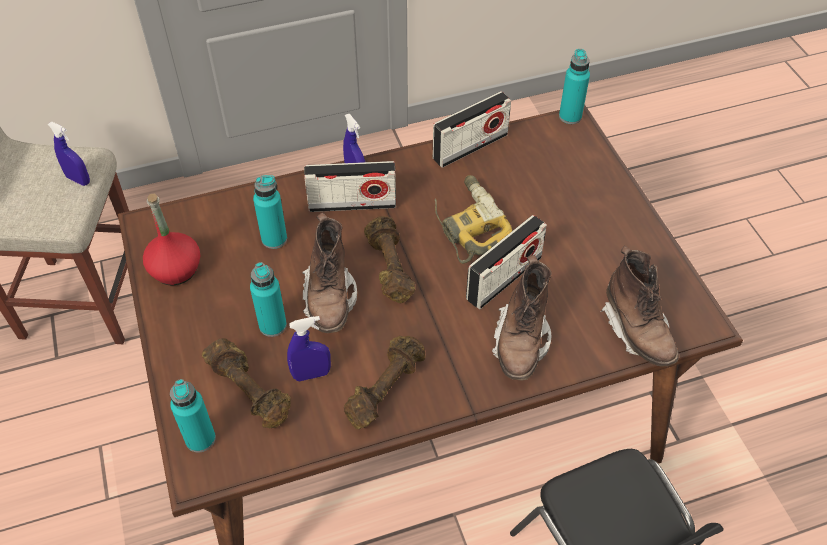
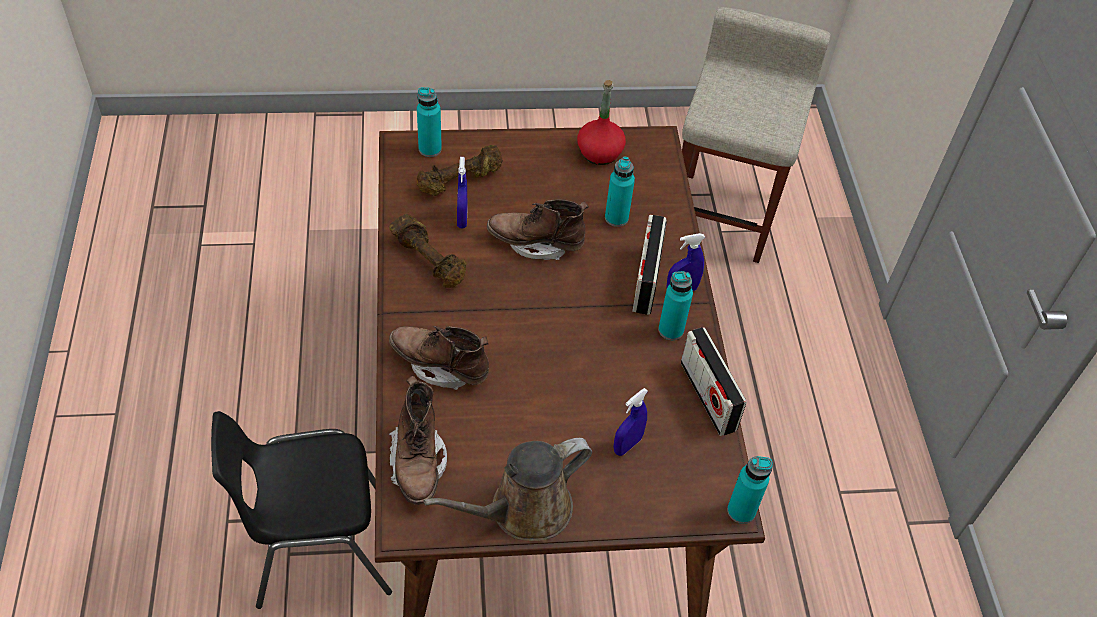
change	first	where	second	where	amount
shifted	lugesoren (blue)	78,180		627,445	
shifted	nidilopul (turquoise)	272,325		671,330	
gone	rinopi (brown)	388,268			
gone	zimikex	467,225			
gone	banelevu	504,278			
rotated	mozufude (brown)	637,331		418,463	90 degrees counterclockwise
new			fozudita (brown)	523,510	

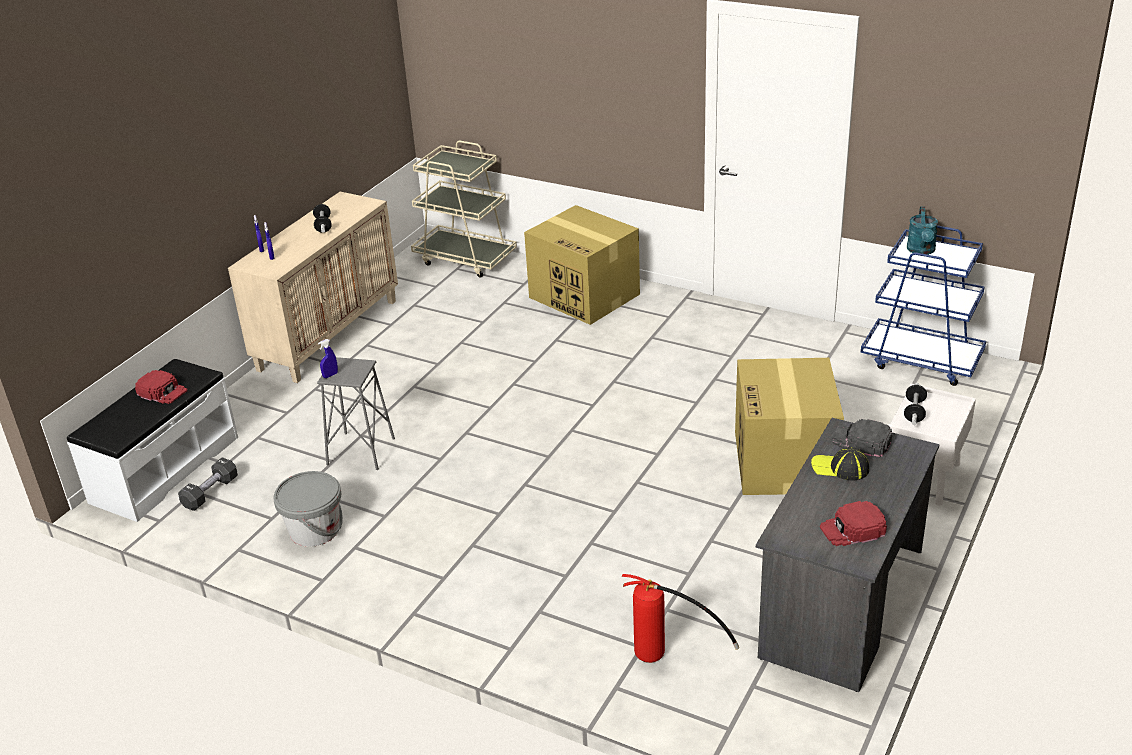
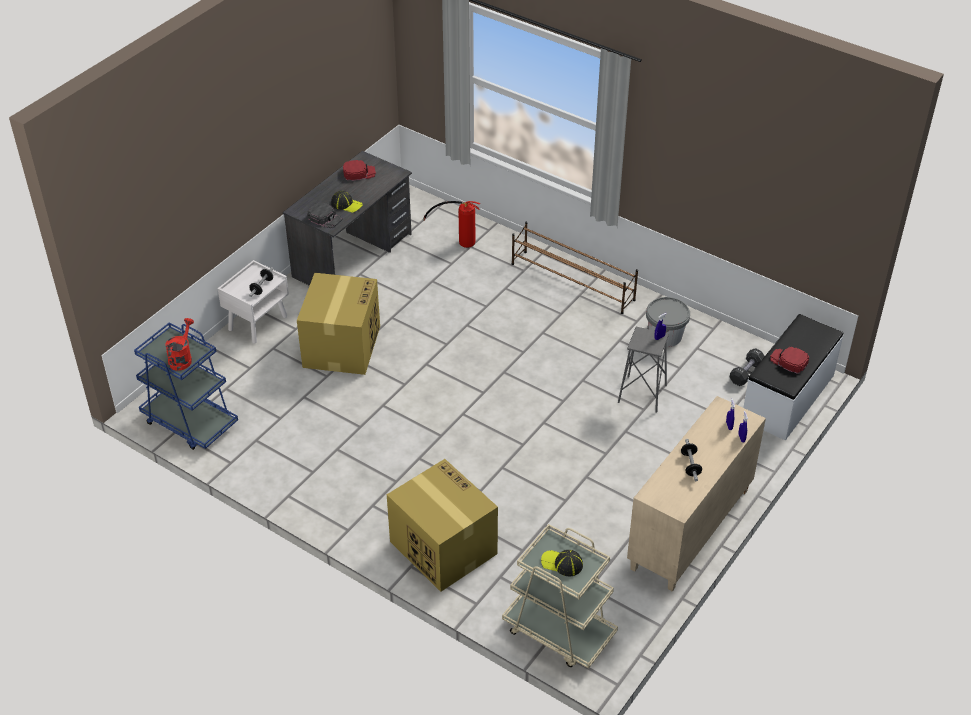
change	first	where	second	where	amount
repainted	fozudita (turquoise)	921,251	fozudita (red)	182,358	
new			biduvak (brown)	573,282	
new			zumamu	562,563	

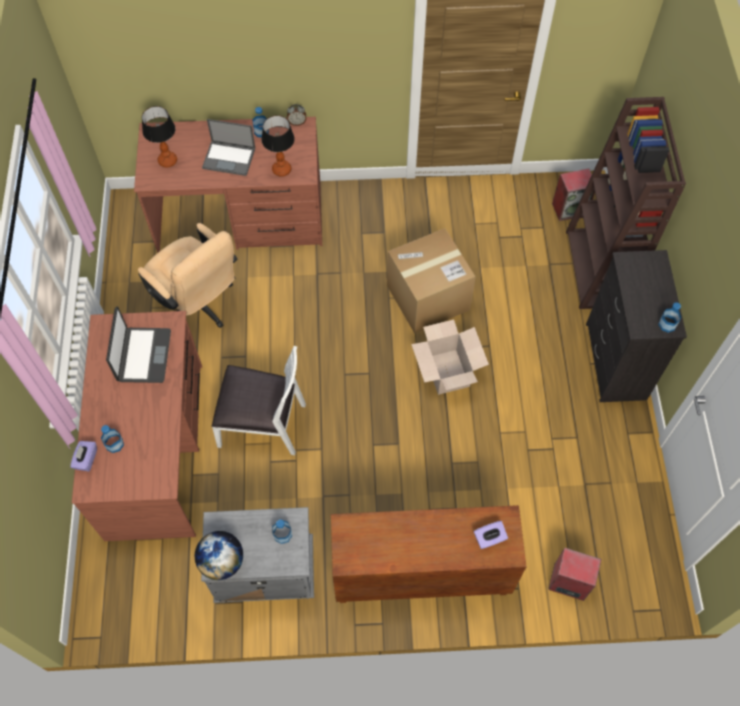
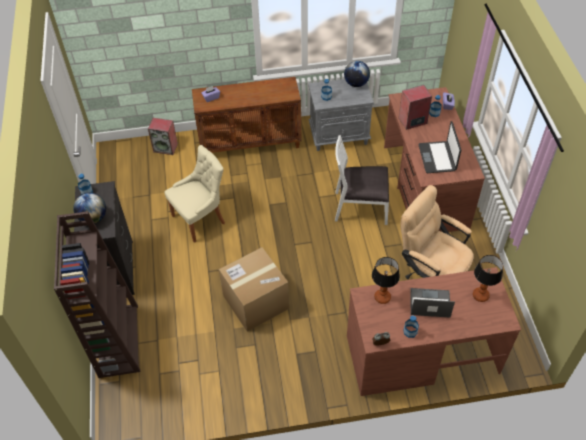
change	first	where	second	where	amount
gone	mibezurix	447,372			
shifted	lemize	569,208		412,121	
new			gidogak	93,218	
new			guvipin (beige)	200,219	

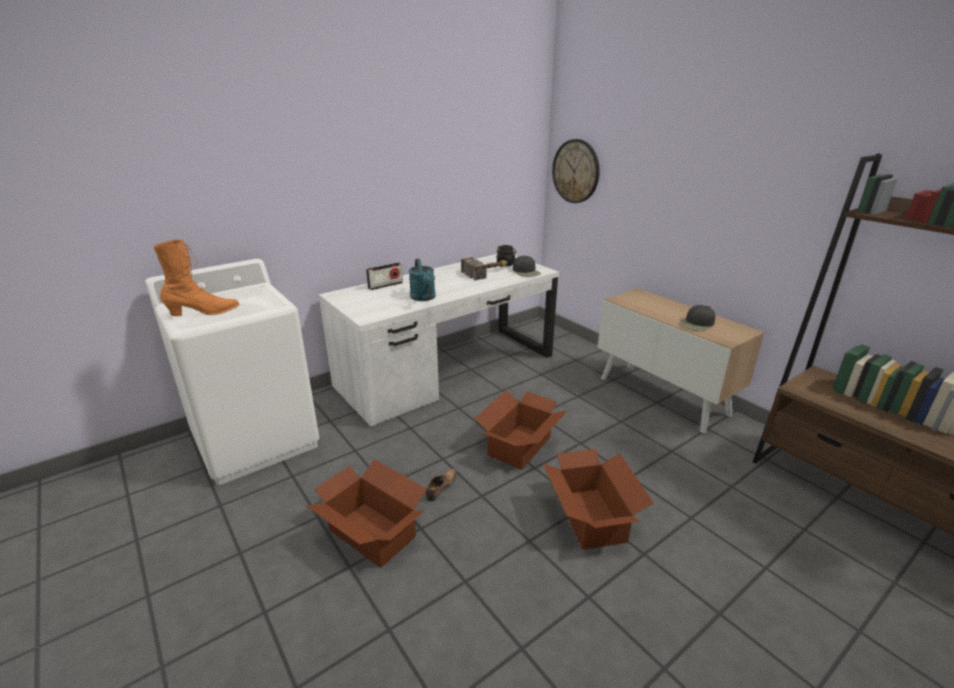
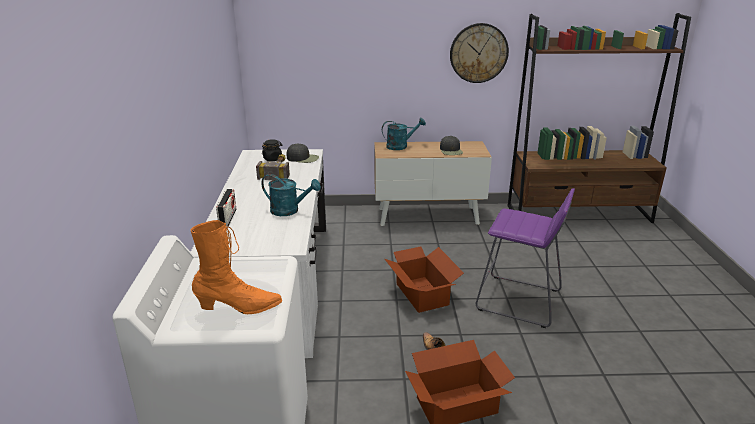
change	first	where	second	where	amount
rotated	mozufude (orange)	204,313		239,307	75 degrees clockwise
swapped	mibezurix	590,518	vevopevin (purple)	519,300	
shifted	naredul	576,171		478,53	
new			fozudita (turquoise)	400,146	

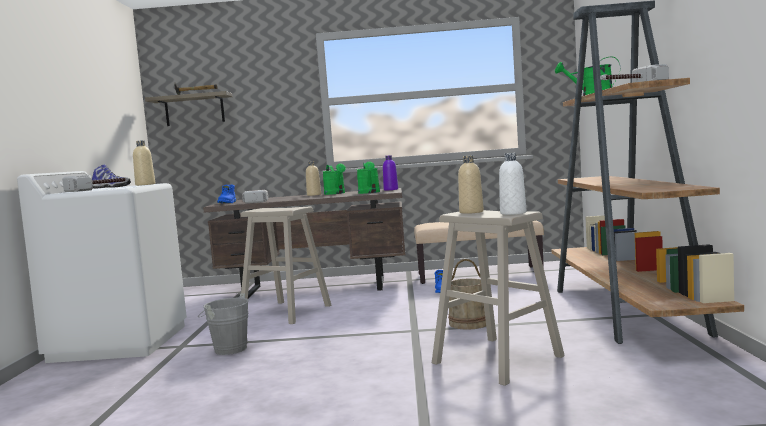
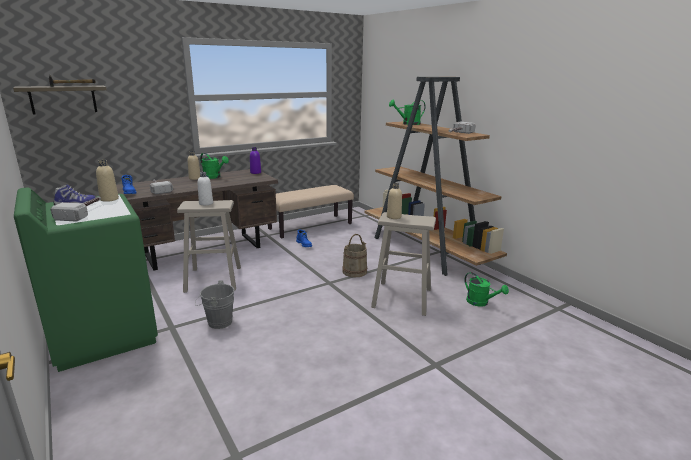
change	first	where	second	where	amount
repainted	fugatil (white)	120,342	fugatil (green)	103,334	
shifted	fozudita (green)	369,192		481,303	
shifted	nidilopul (white)	513,213		206,203	

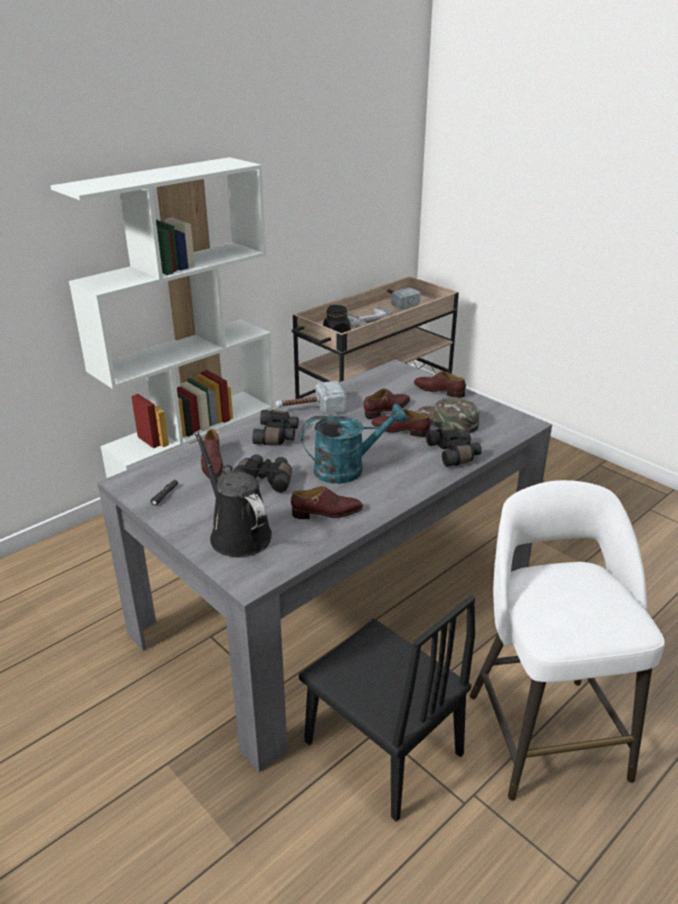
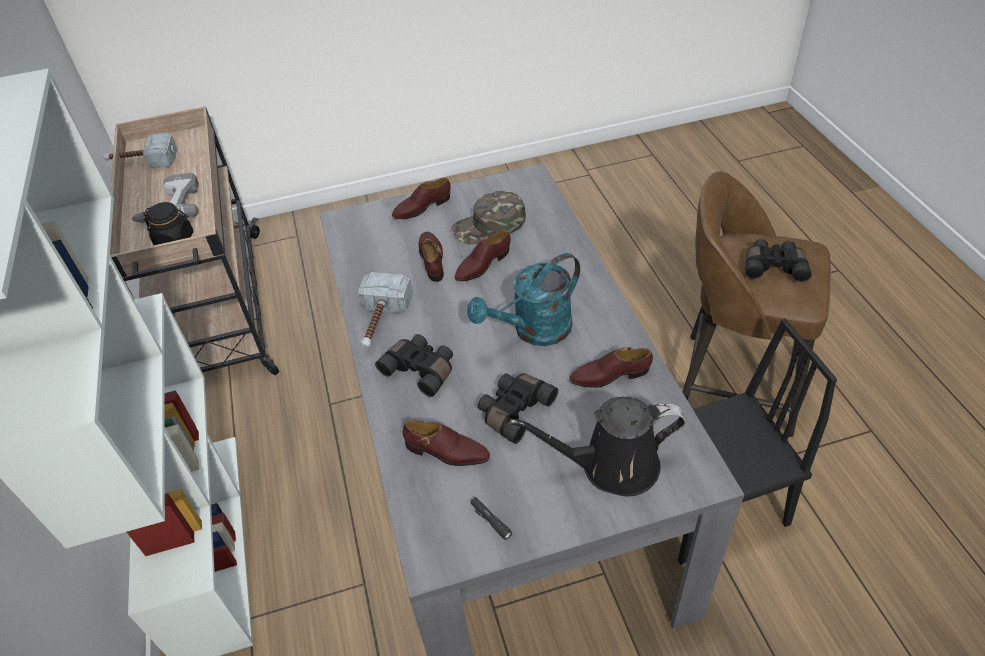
change	first	where	second	where	amount
rotated	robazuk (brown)	327,513		609,375	120 degrees counterclockwise
rotated	fozudita (turquoise)	348,469		534,331	135 degrees counterclockwise
shifted	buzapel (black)	454,453		774,267	
repainted	vevopevin (white)	545,731	vevopevin (brown)	733,382	

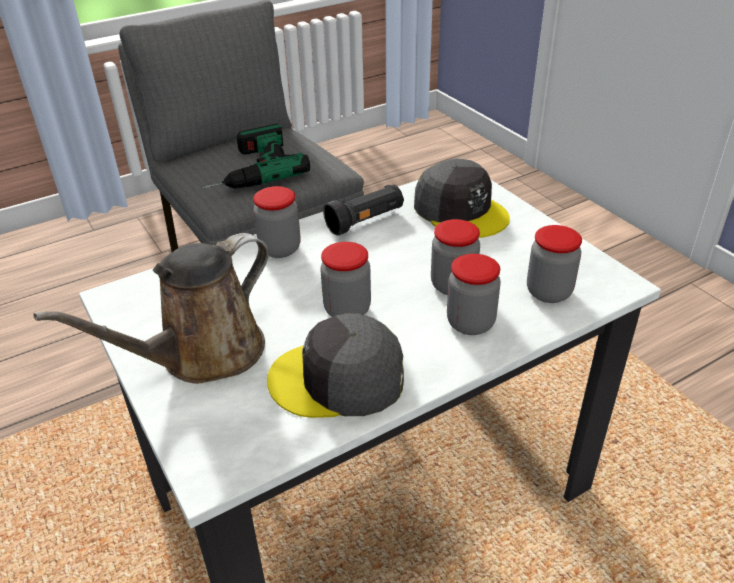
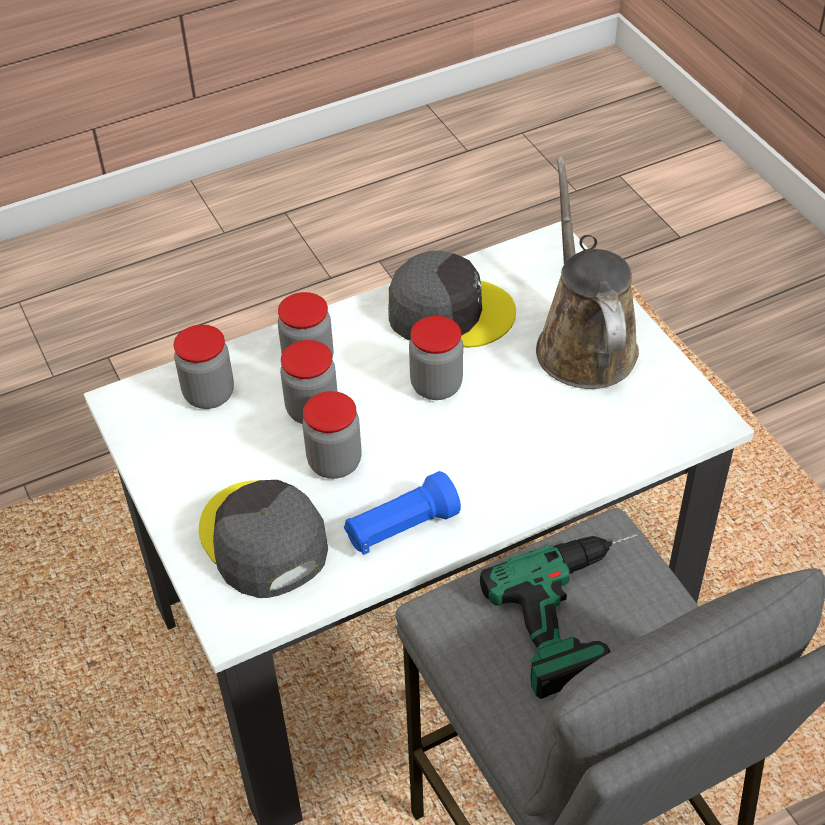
change	first	where	second	where	amount
rotated	fozudita (brown)	203,355		583,343	60 degrees counterclockwise
shifted	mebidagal	280,249		334,462	
repainted	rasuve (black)	365,221	rasuve (blue)	401,528	

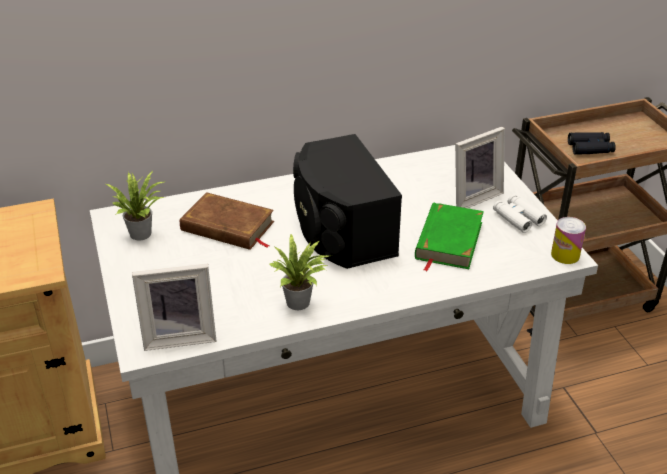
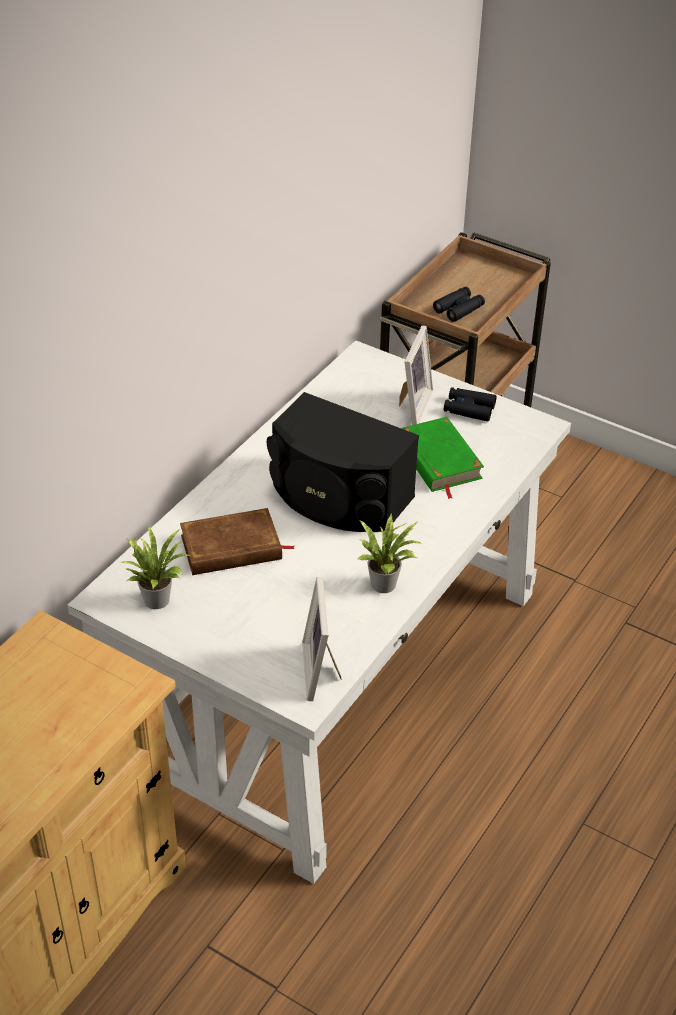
change	first	where	second	where	amount
rotated	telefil	179,336		322,671	135 degrees clockwise
repainted	buzapel (white)	518,218	buzapel (black)	469,409	
gone	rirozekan	565,255			

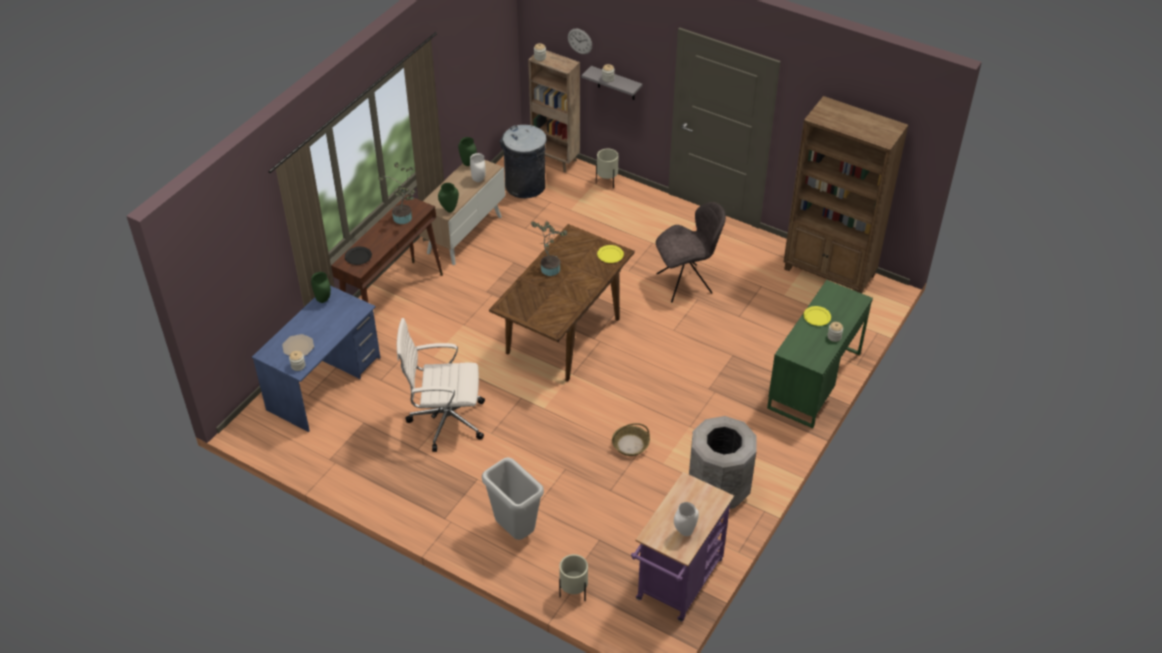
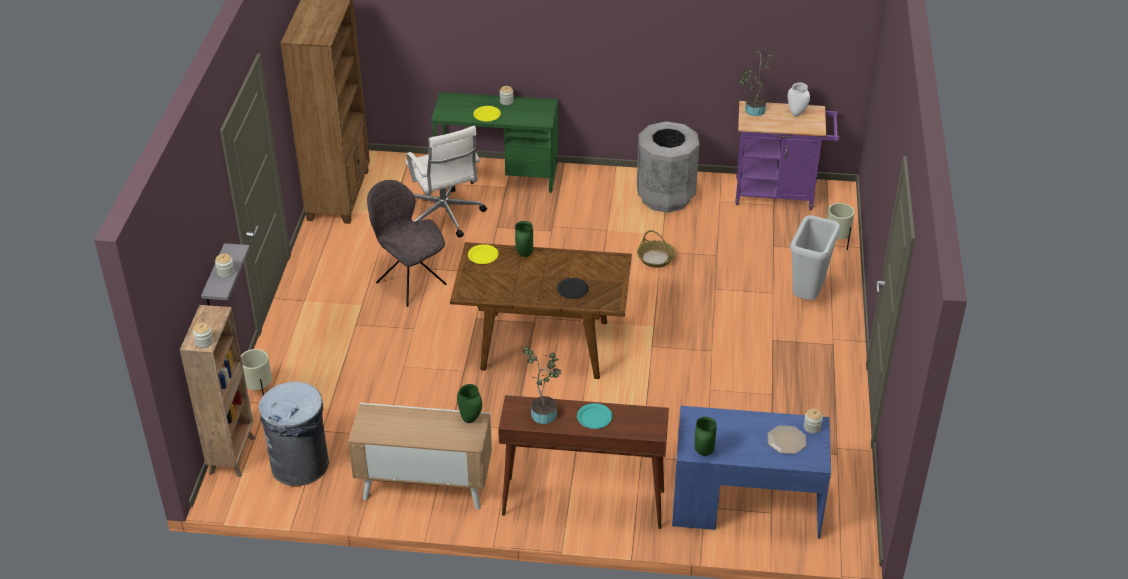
change	first	where	second	where	amount
shifted	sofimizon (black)	358,257		572,290	
shifted	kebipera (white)	445,420		445,216	
shifted	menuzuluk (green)	468,164		525,254	
gone	menuzuluk (white)	479,180			
shifted	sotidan	550,267		753,111	
gone	naredul	580,41			
new			sofimizon (turquoise)	594,417	

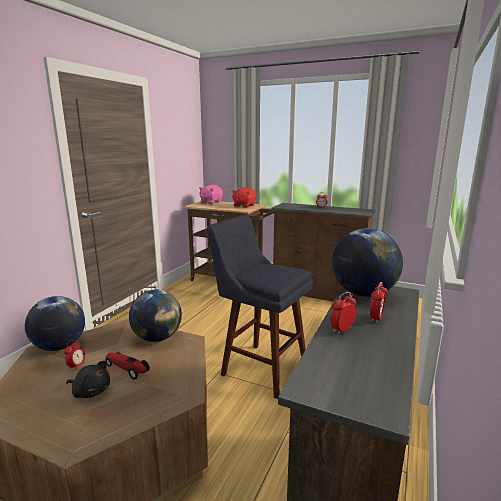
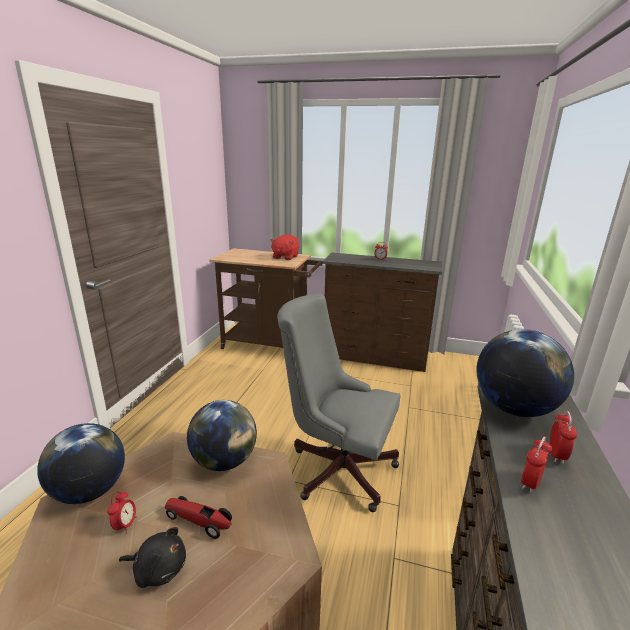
change	first	where	second	where	amount
gone	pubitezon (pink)	210,202			
swapped	vevopevin (blue)	260,367	kebipera (grey)	336,467	

